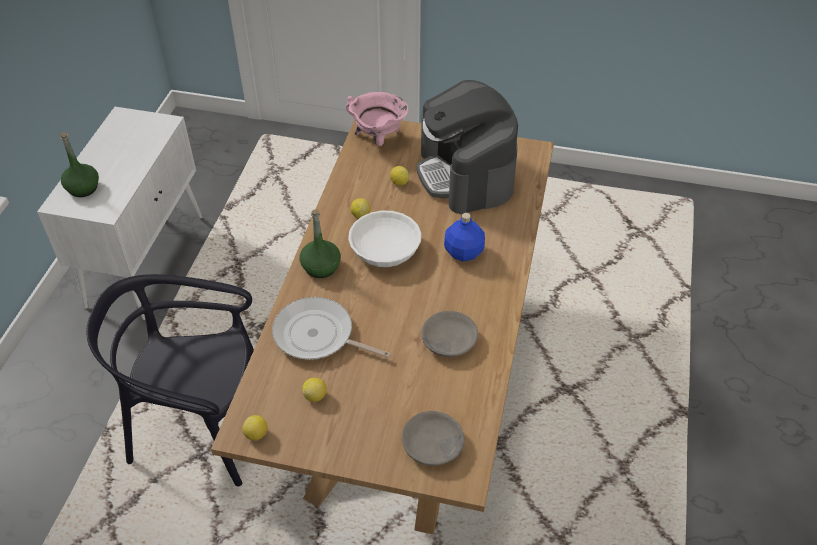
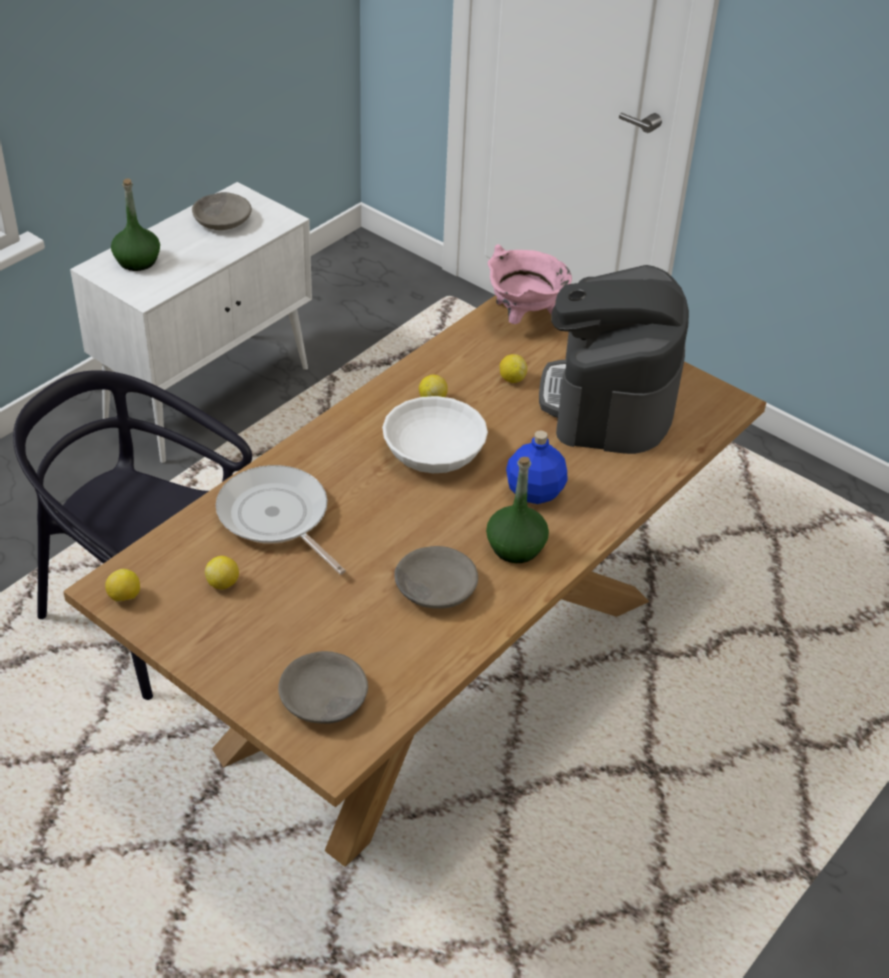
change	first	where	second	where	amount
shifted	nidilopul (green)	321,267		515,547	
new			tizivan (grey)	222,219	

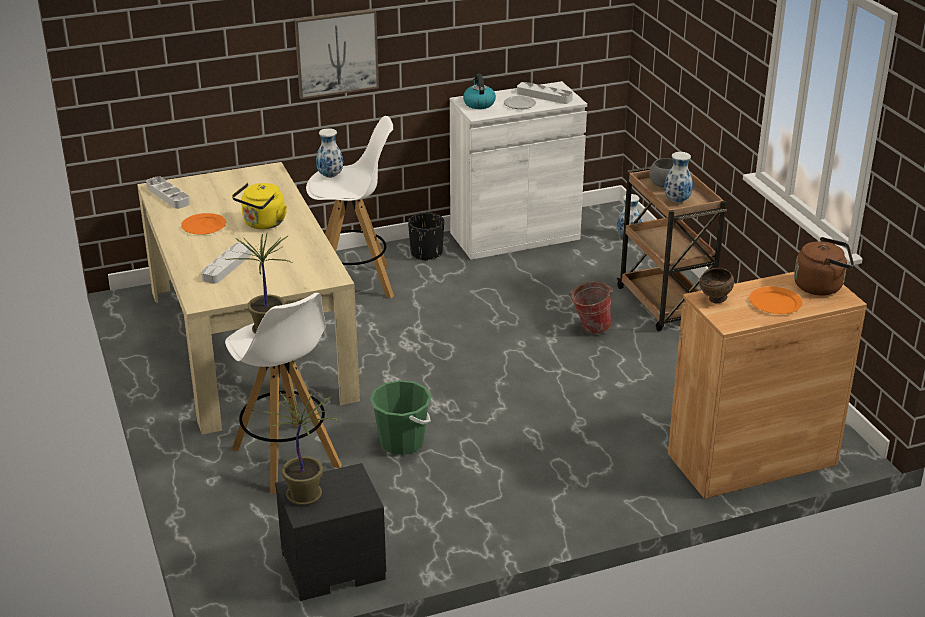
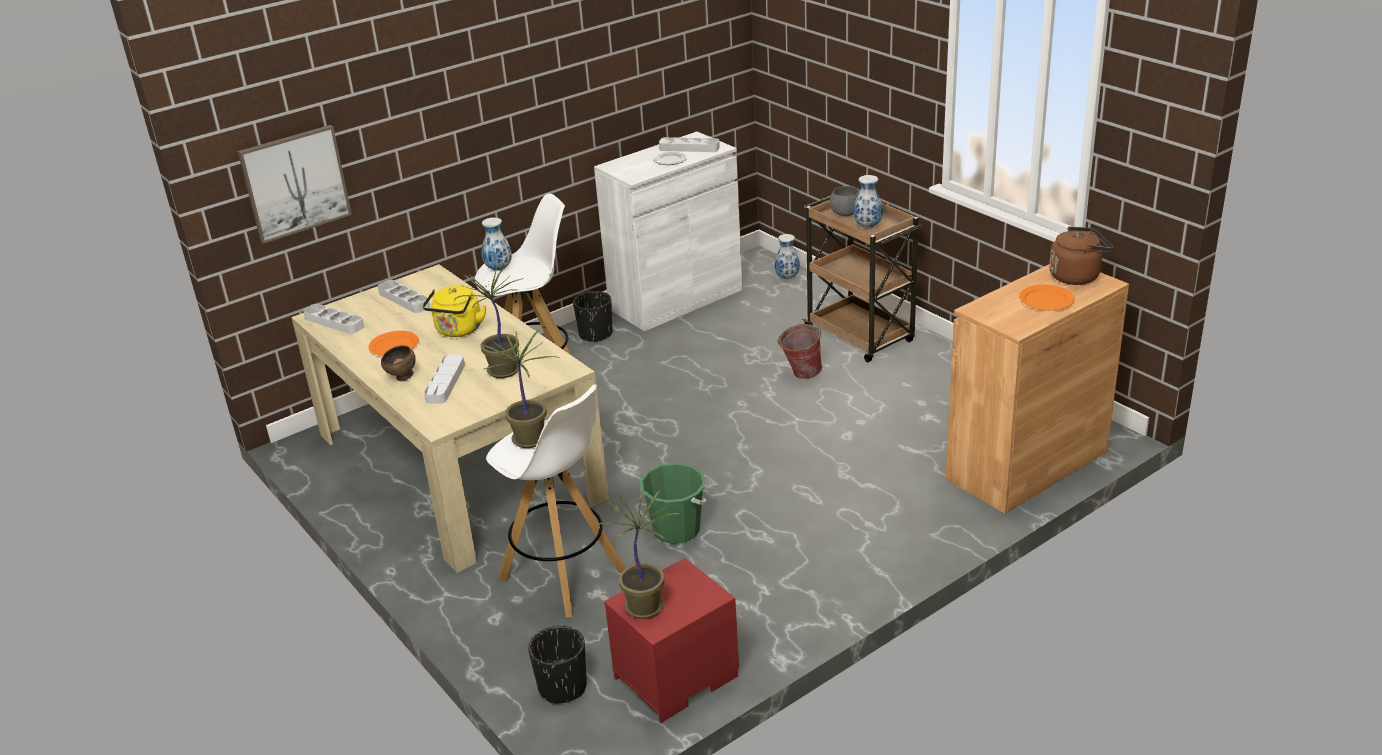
change	first	where	second	where	amount
repainted	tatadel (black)	332,568	tatadel (red)	676,679	
shifted	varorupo	336,53		295,183	
gone	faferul	479,103			
shifted	tizivan (brown)	715,300		402,378	
new			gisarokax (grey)	404,300	
new			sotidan	502,371	
new			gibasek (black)	563,687	

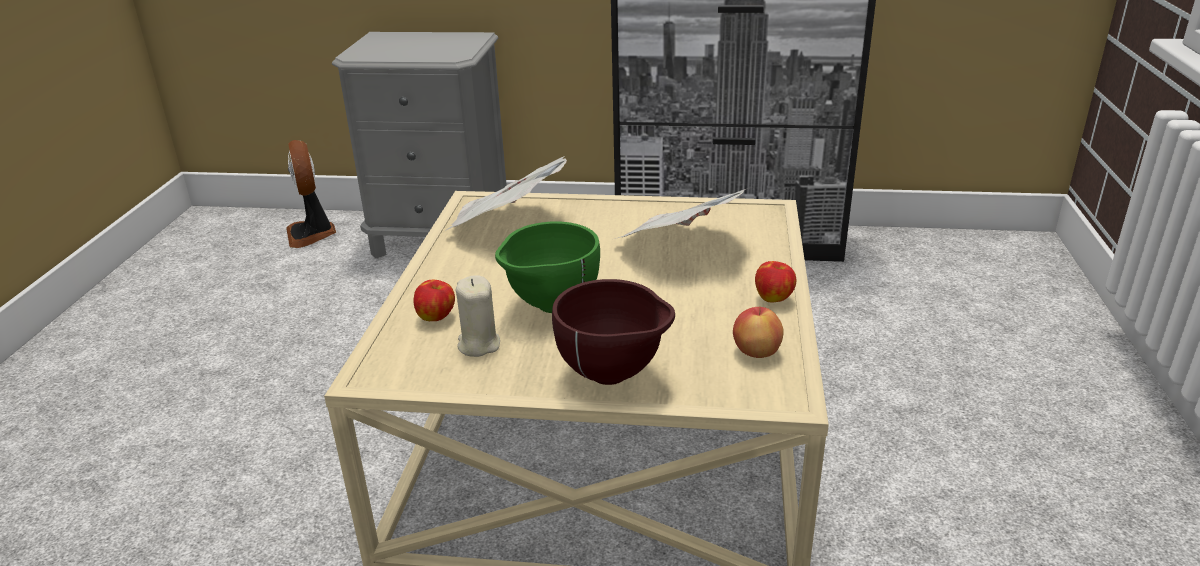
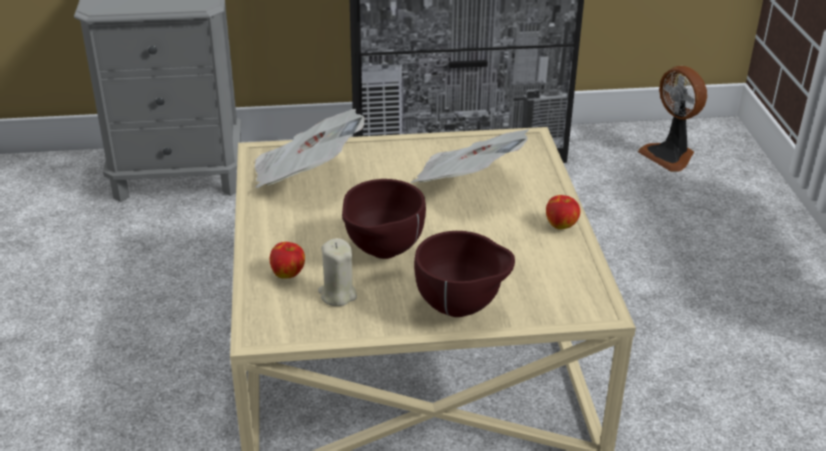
change	first	where	second	where	amount
shifted	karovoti	312,234		670,155	
repainted	tizivan (green)	550,307	tizivan (brown)	381,253	
gone	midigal	756,352			

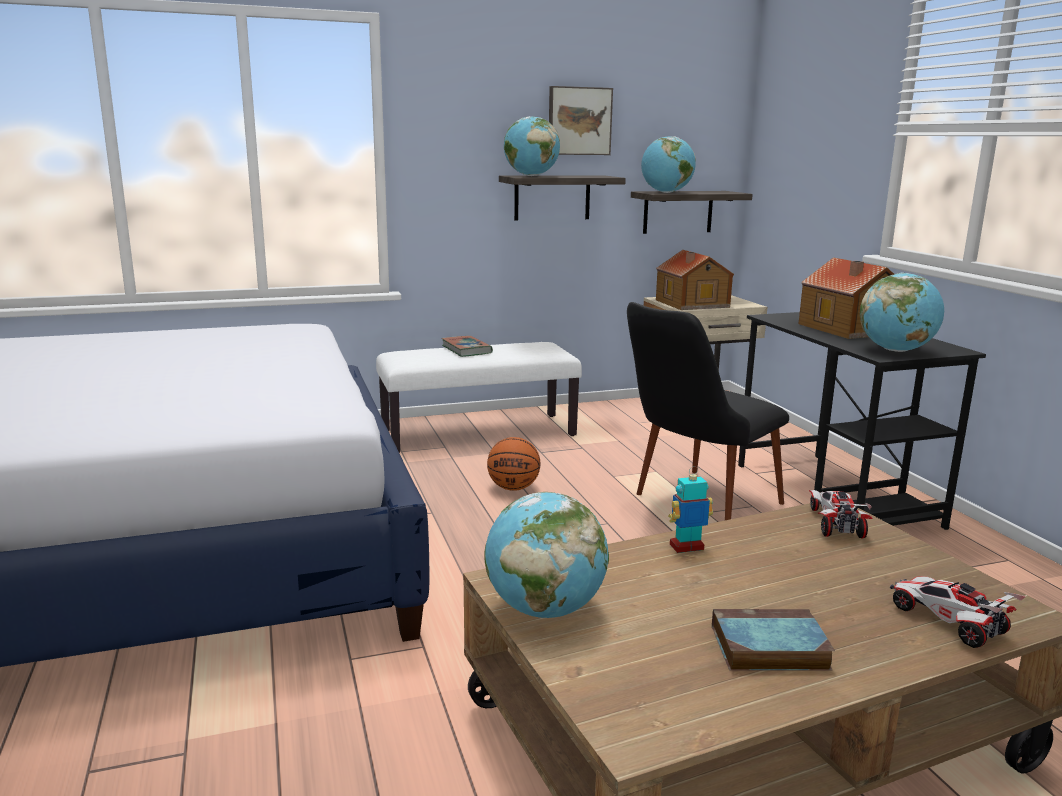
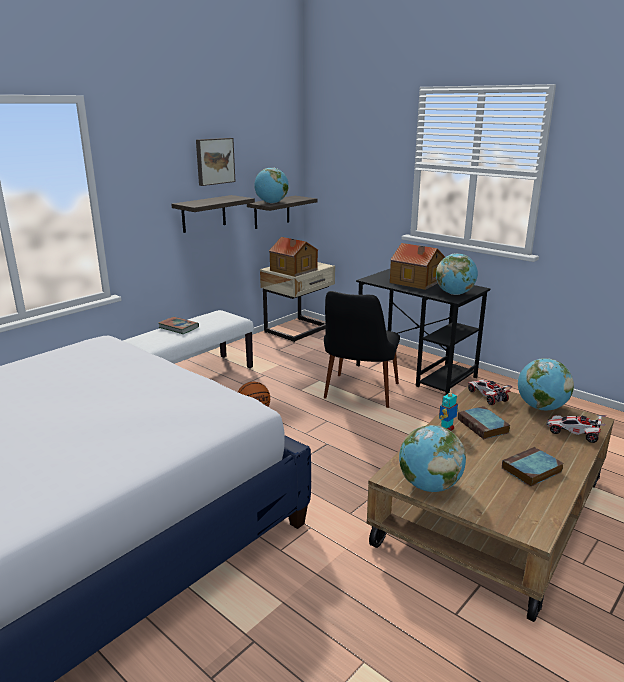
change	first	where	second	where	amount
shifted	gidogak	531,176		540,407	
new			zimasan	484,426	

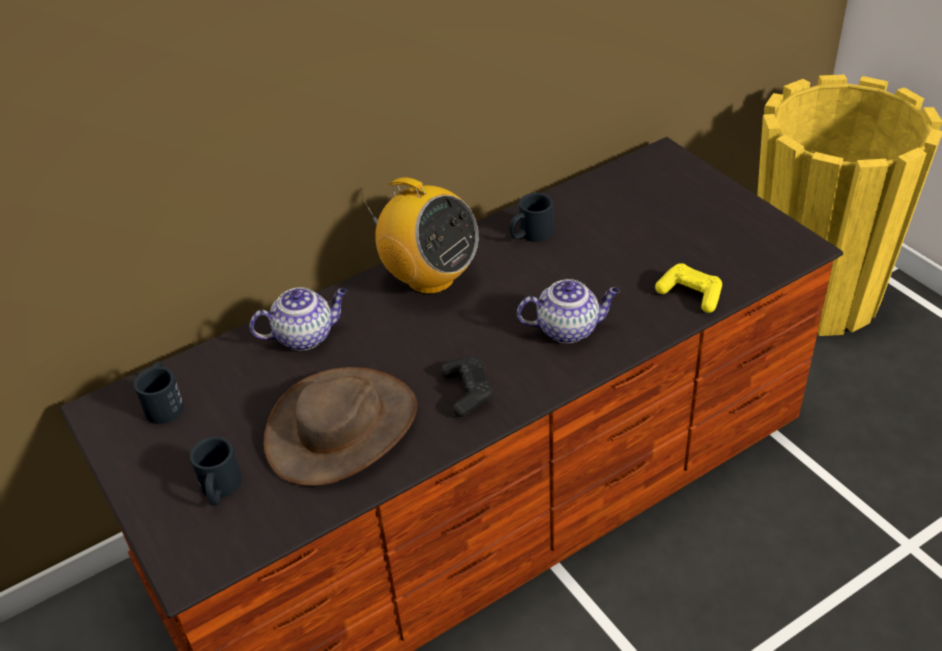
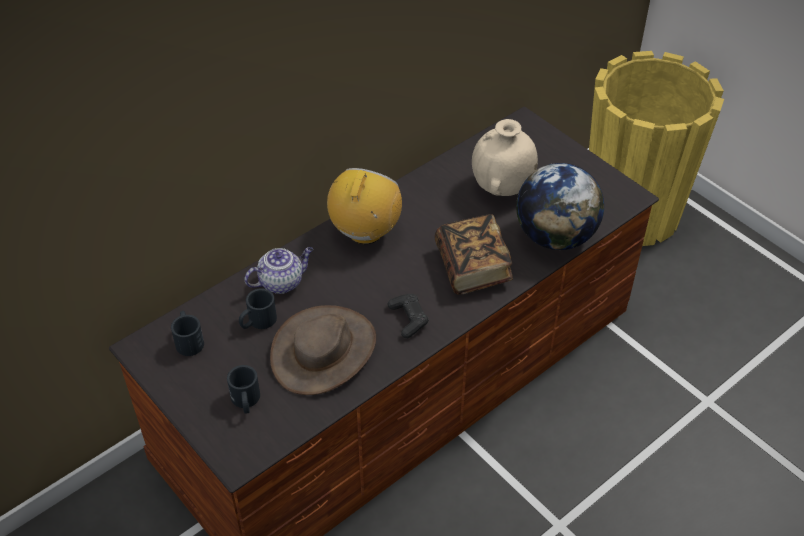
change	first	where	second	where	amount
rotated	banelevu	430,279		365,232	105 degrees counterclockwise
shifted	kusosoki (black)	530,235		257,322	
swapped	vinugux	569,328	zimasan	473,267	
swapped	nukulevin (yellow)	690,294	gidogak	555,236	
new			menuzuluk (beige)	502,188	

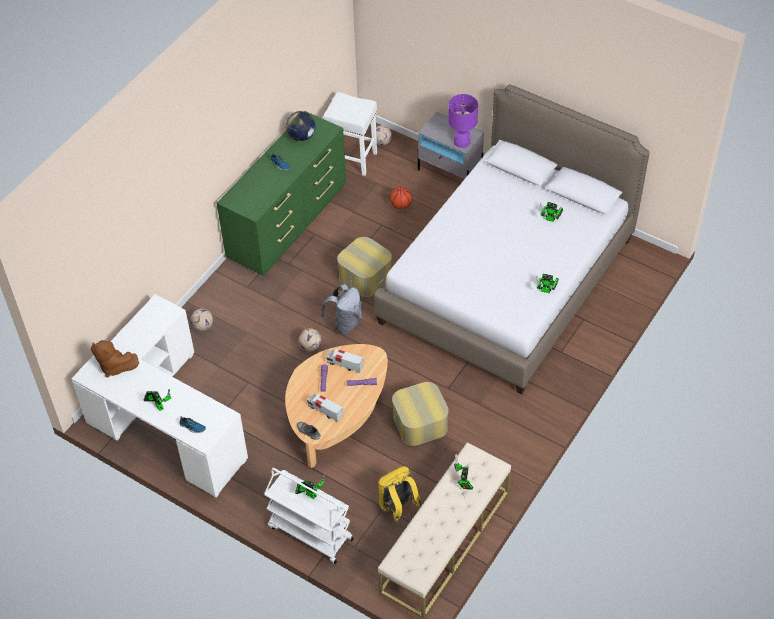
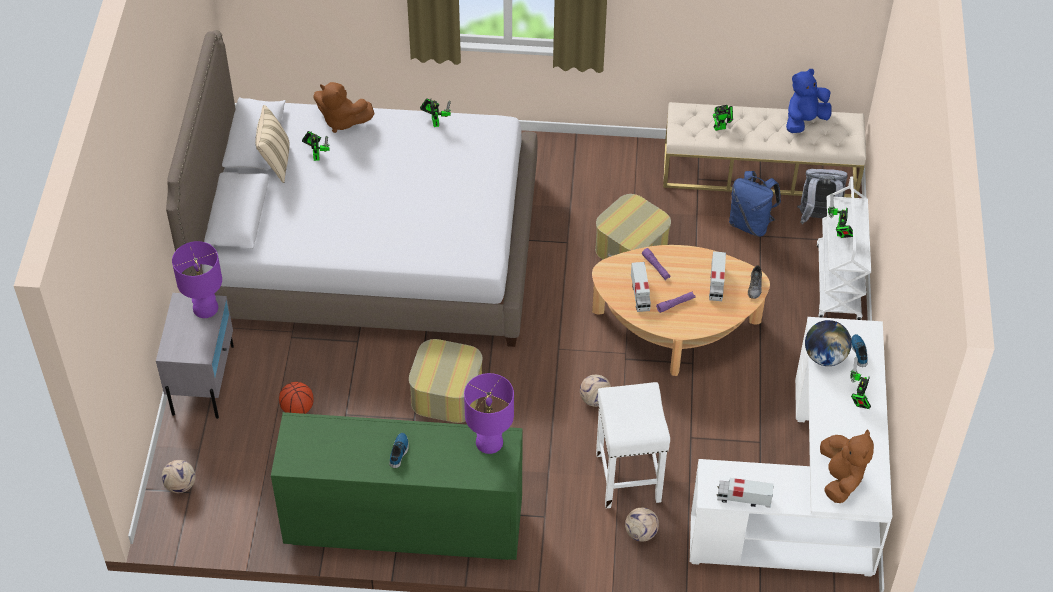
change	first	where	second	where	amount
shifted	gidogak	301,136		825,356	
shifted	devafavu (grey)	345,324		818,218	
shifted	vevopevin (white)	353,159		627,476	
repainted	devafavu (yellow)	398,507	devafavu (blue)	750,224	
new			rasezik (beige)	275,162	
new			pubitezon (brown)	341,120	
new			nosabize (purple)	490,442	
new			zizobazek	743,499	
new			pubitezon (blue)	804,120	

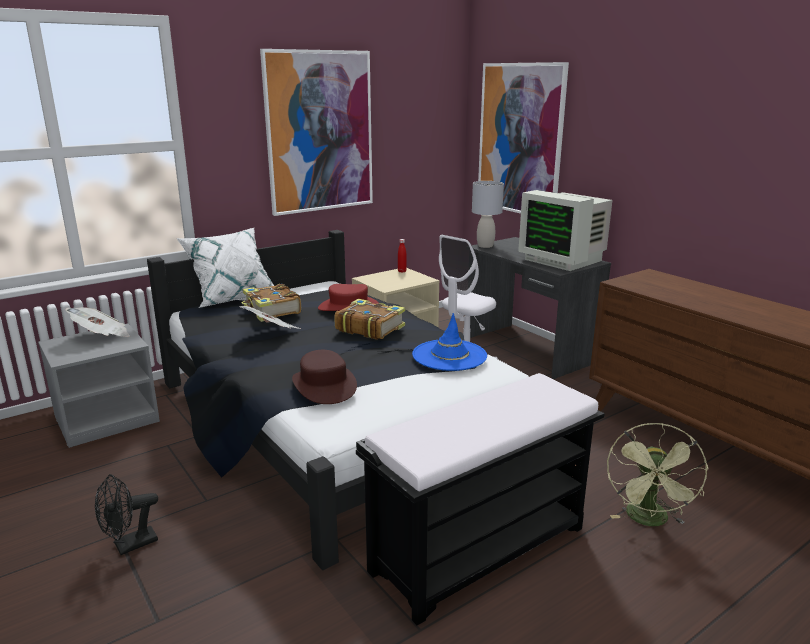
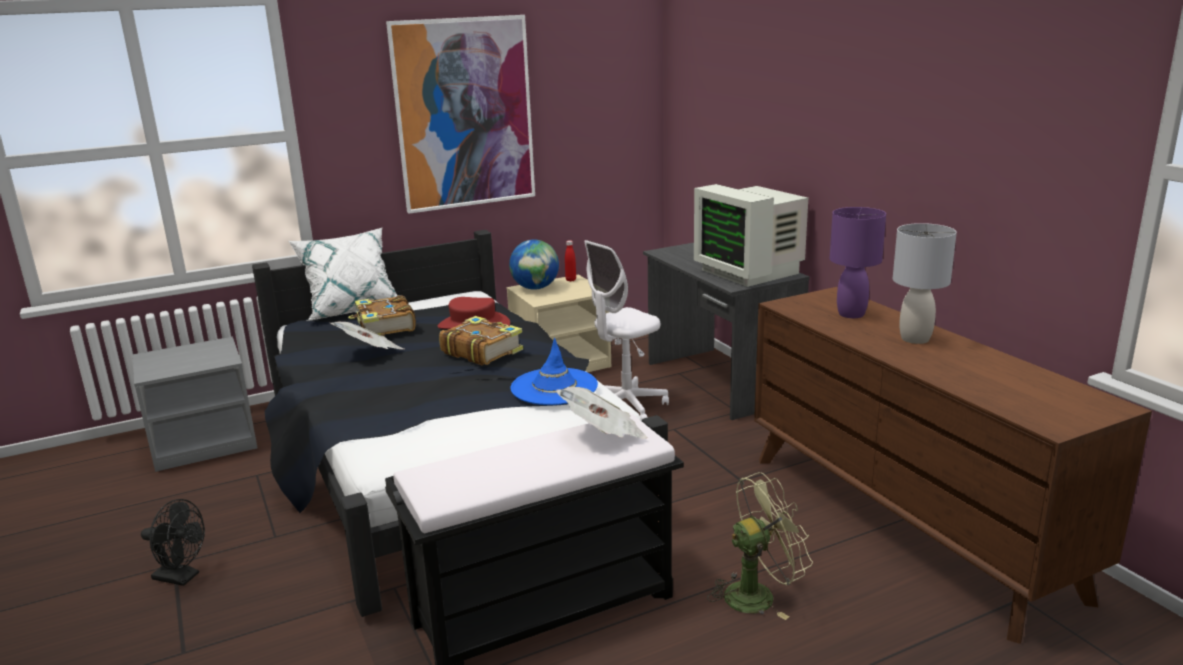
change	first	where	second	where	amount
shifted	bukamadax	102,336		603,434	
rotated	karovoti (black)	129,546		182,577	135 degrees counterclockwise
gone	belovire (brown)	324,386			
shifted	nosabize (grey)	485,246		914,339	
gone	varorupo	520,139			
rotated	karovoti (green)	649,521		758,594	135 degrees counterclockwise
new			gidogak	535,288	
new			nosabize (purple)	851,314	

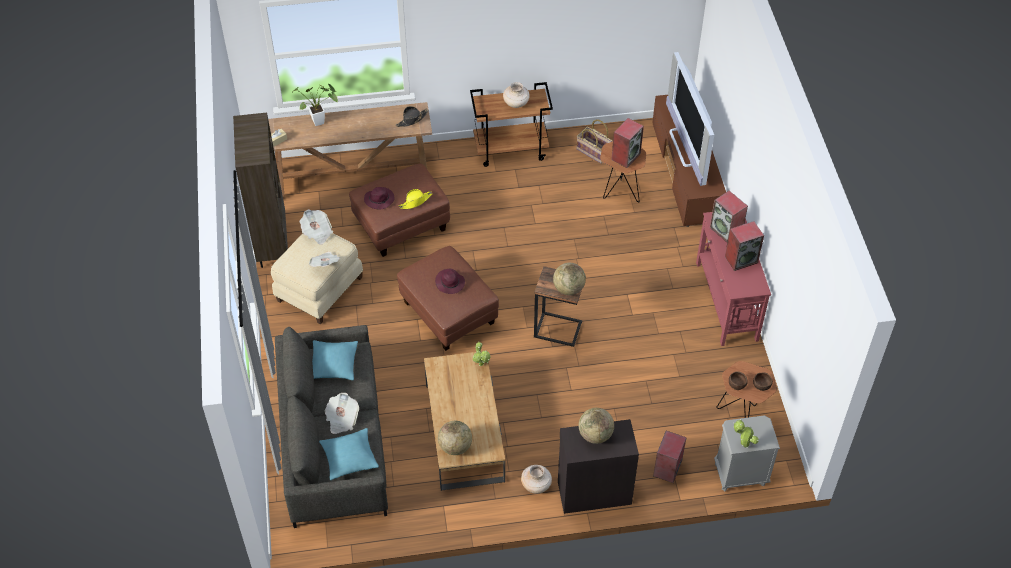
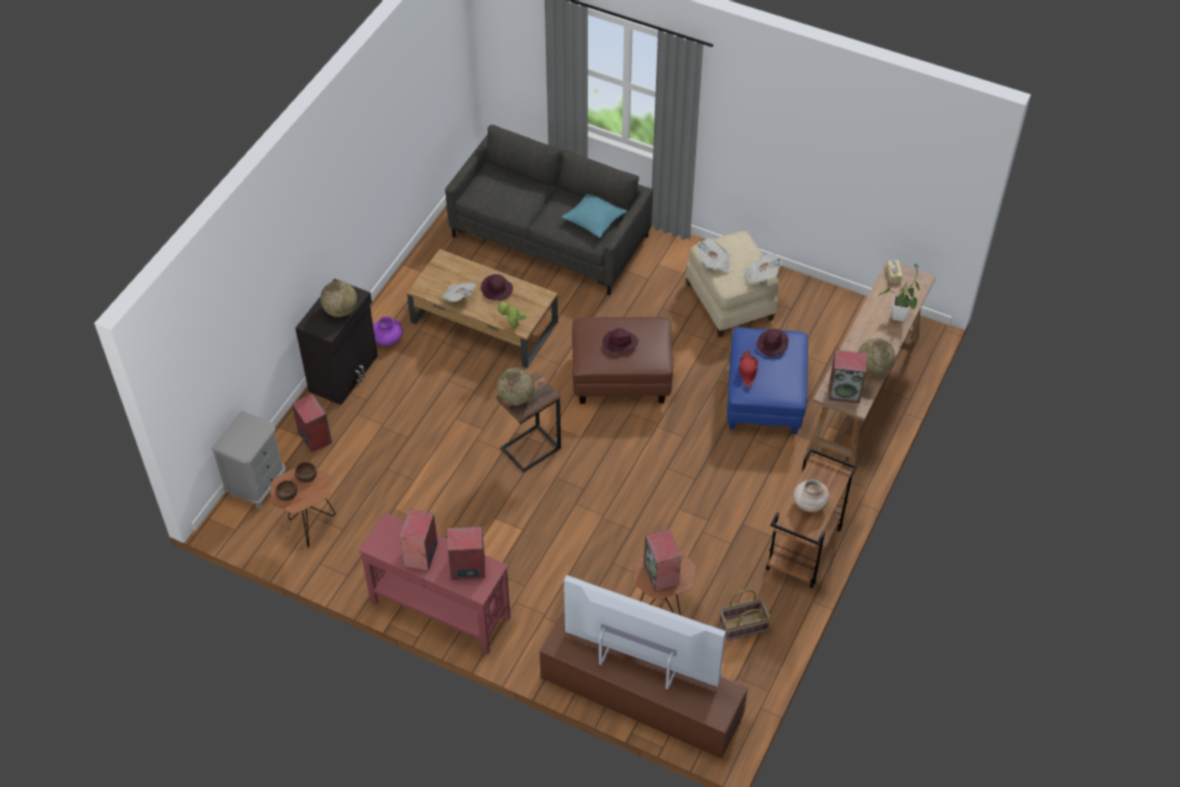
change	first	where	second	where	amount
gone	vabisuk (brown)	272,245			
gone	rasezik (turquoise)	349,458			
shifted	bukamadax	341,419		459,297	
repainted	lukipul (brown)	401,225	lukipul (blue)	764,398	
swapped	belovire (black)	412,119	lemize	845,392	
repainted	belovire (yellow)	415,201	belovire (red)	747,371	
shifted	gidogak	455,447		873,368	
repainted	menuzuluk (beige)	536,485	menuzuluk (purple)	388,340	
gone	sotidan	743,445			
new			belovire (purple)	497,289	

